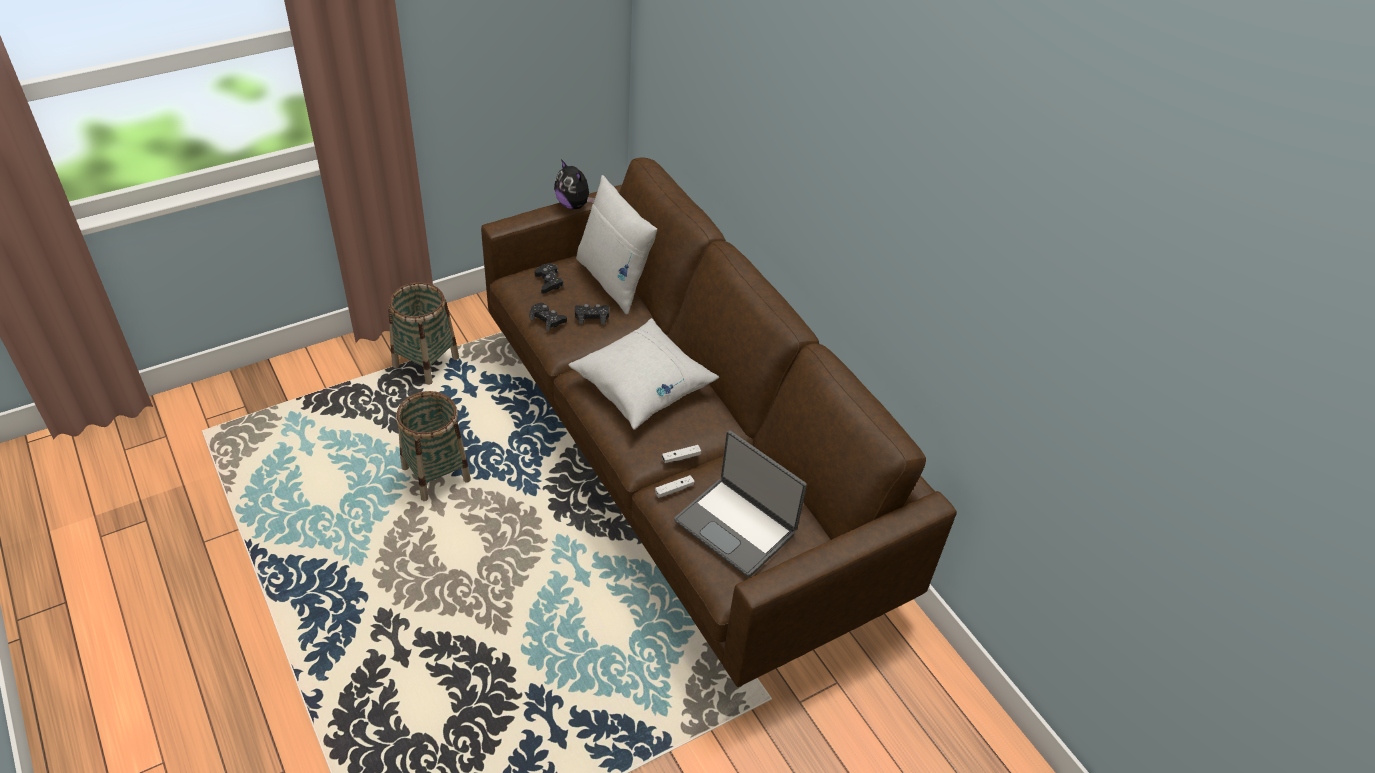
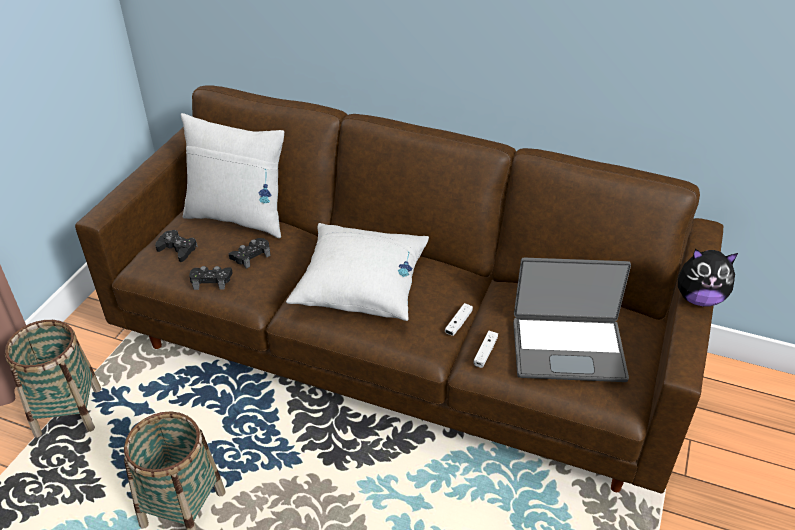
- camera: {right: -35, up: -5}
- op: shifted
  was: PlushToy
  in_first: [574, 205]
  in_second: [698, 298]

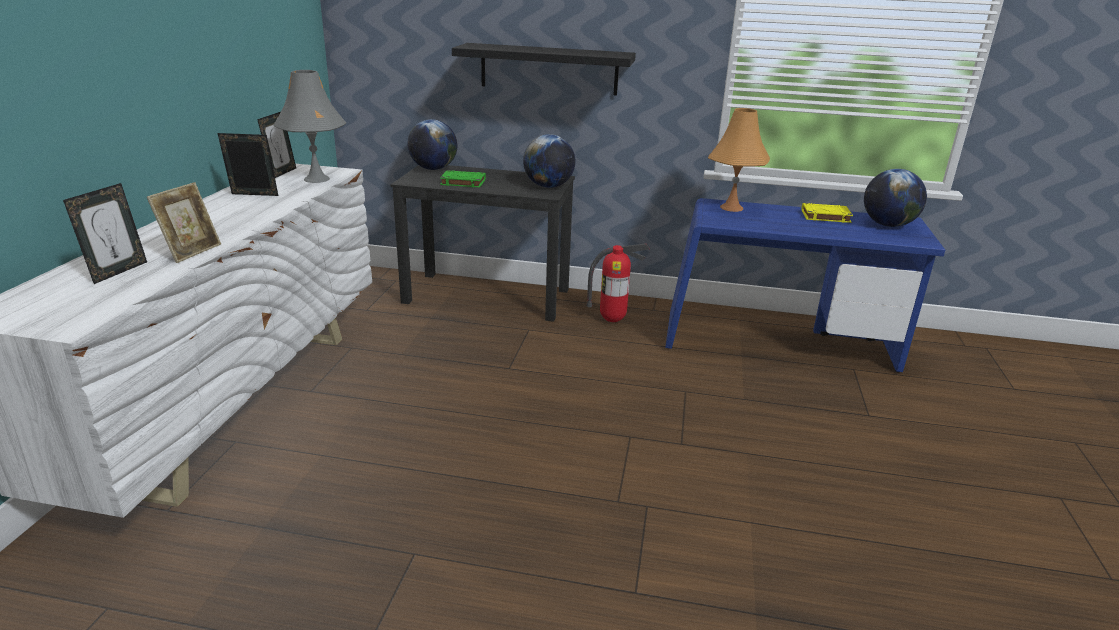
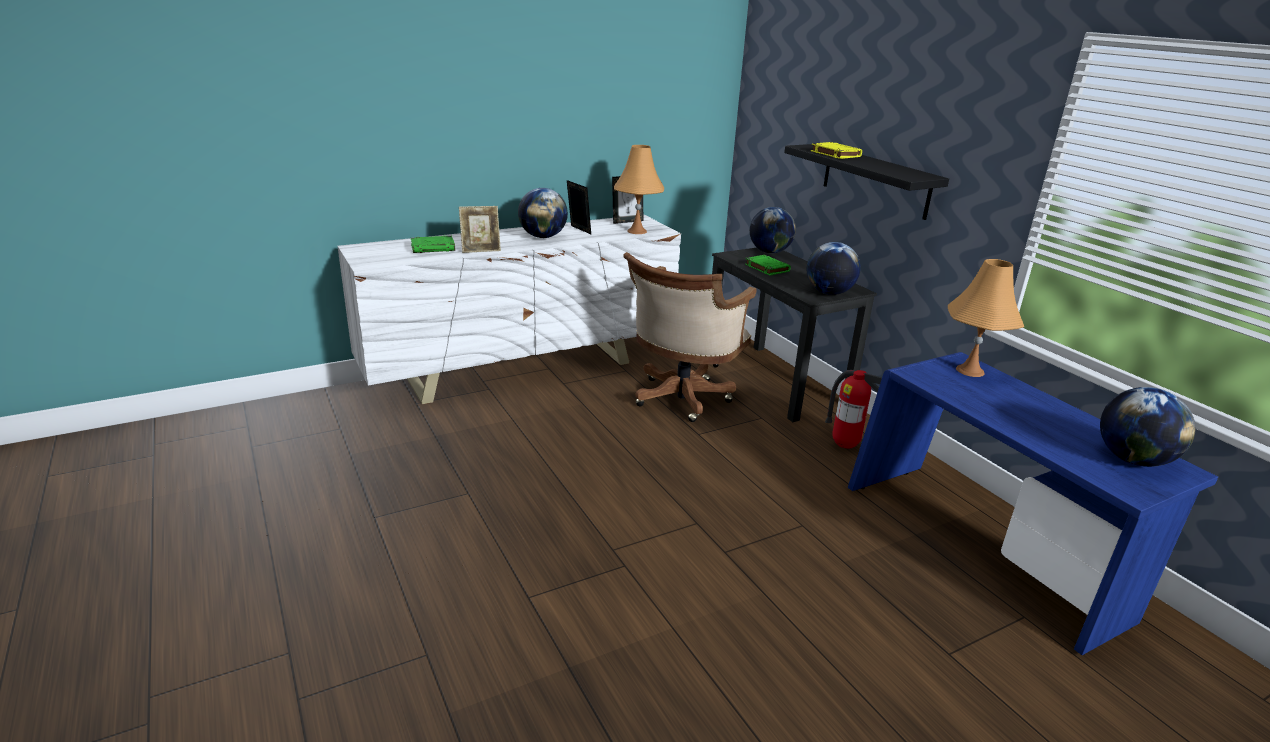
- camera: {right: 50, up: 0}
- op: new
  now: Globe
  in_second: [543, 237]
- op: new
  now: OfficeChair
  in_second: [680, 400]
- op: shifted
  was: YellowBook
  in_first: [825, 216]
  in_second: [834, 154]
- op: swapped
  was: PictureFrame
  now: GreenBook
  in_first: [117, 272]
  in_second: [433, 248]
- op: repainted
  was: GreyTableLamp
  now: OrangeTableLamp
  in_first: [316, 179]
  in_second: [636, 231]

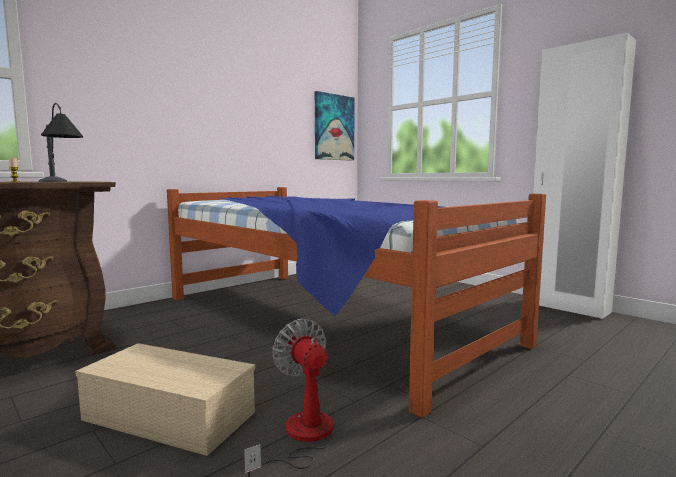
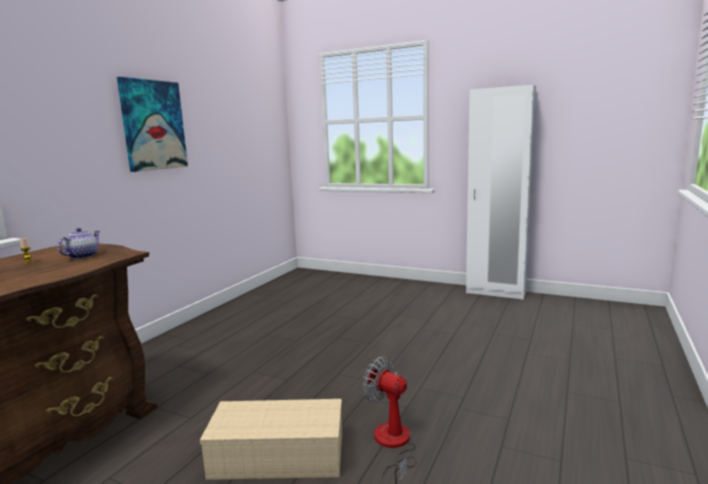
- camera: {right: -20, up: 5}
- op: gone
  was: Bed
  in_first: [323, 319]
- op: shifted
  was: Picture
  in_first: [334, 127]
  in_second: [153, 125]
- op: swapped
  was: TableLamp
  now: Teapot
  in_first: [61, 181]
  in_second: [83, 256]

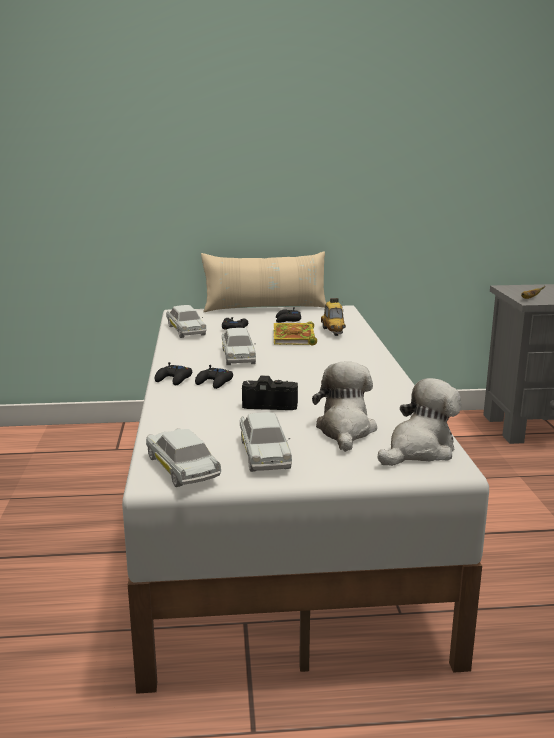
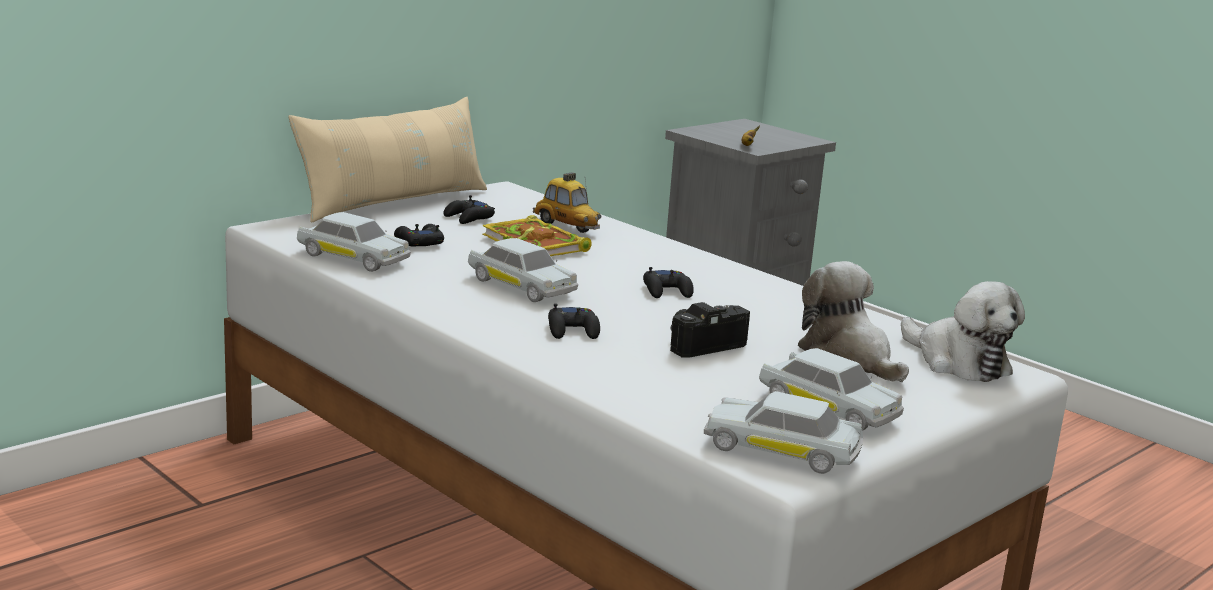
- camera: {right: -40, up: 0}
- op: shifted
  was: BlackGameController
  in_first: [174, 379]
  in_second: [667, 291]
- op: rotated
  was: PlushToy
  in_first: [419, 450]
  in_second: [957, 362]
  clockwise: 135

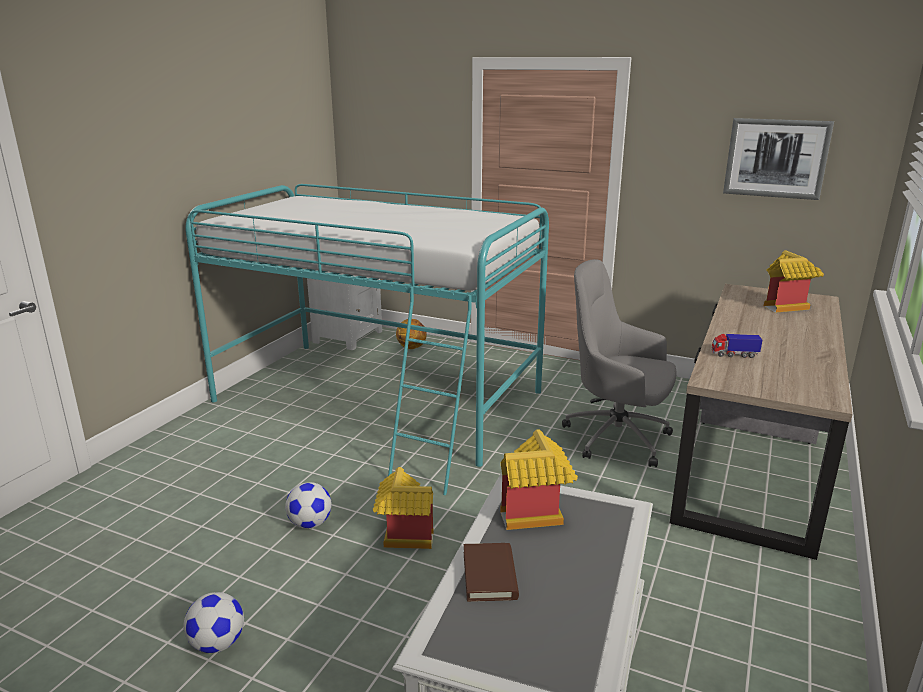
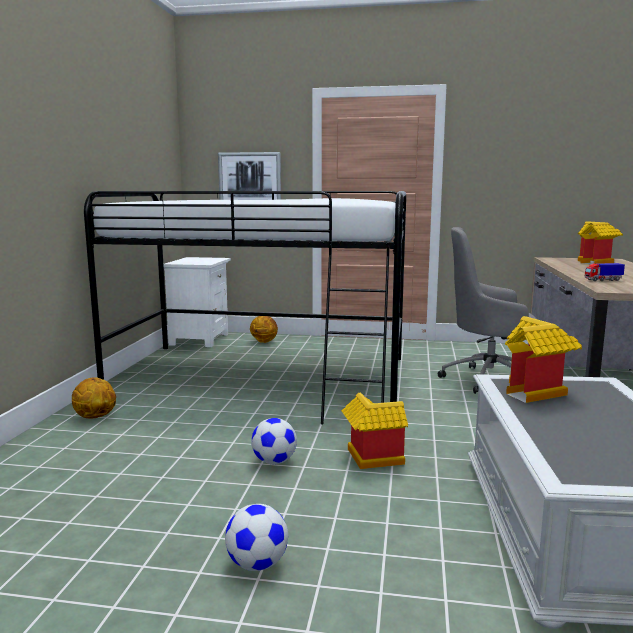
- camera: {right: -15, up: -10}
- op: gone
  was: BrownBook
  in_first: [490, 575]
- op: new
  now: Basketball
  in_second: [95, 417]
- op: shifted
  was: Picture
  in_first: [776, 158]
  in_second: [249, 179]
- op: repainted
  was: TurquoiseBed
  now: BlackBed
  in_first: [379, 399]
  in_second: [264, 374]

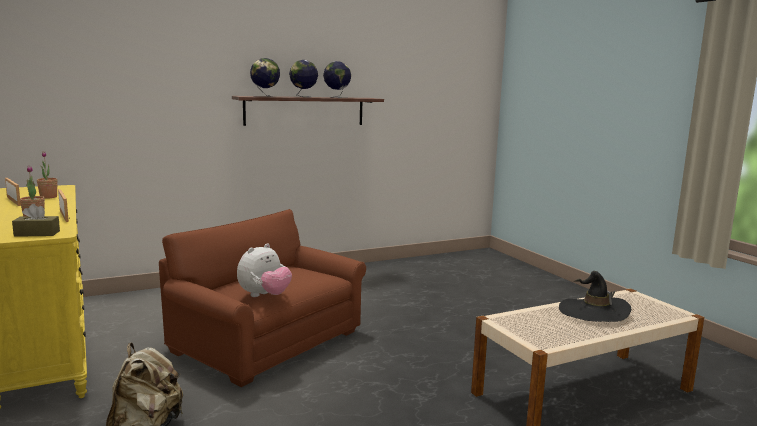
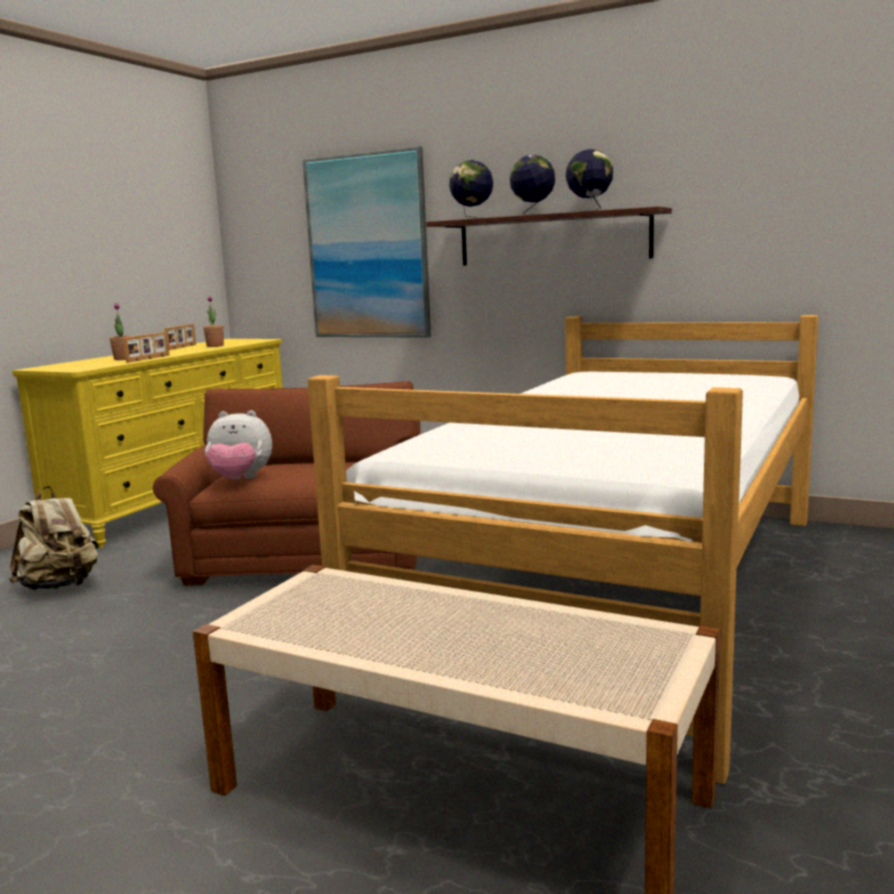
- camera: {right: 55, up: 0}
- op: gone
  was: BrownTissueBox
  in_first: [37, 233]
- op: gone
  was: BlackHat
  in_first: [593, 312]
- op: new
  now: Picture
  in_second: [367, 247]
- op: new
  now: Bed
  in_second: [621, 589]

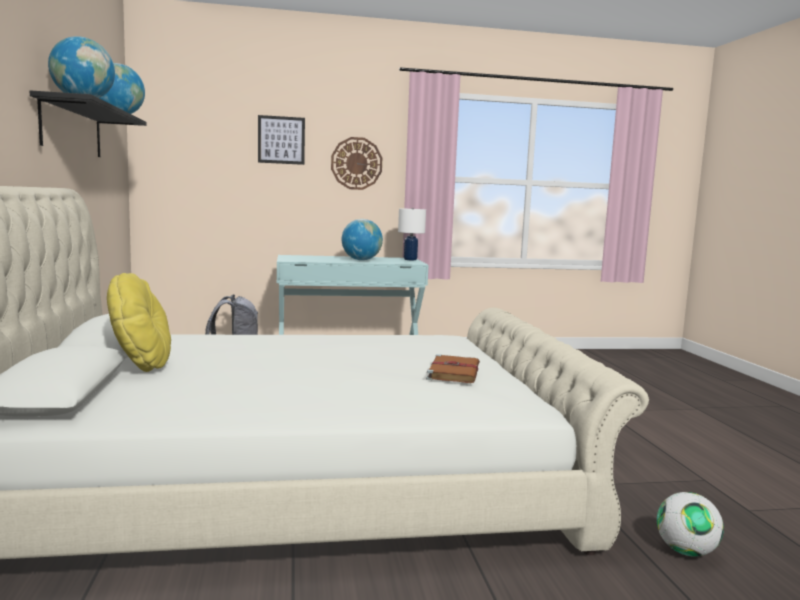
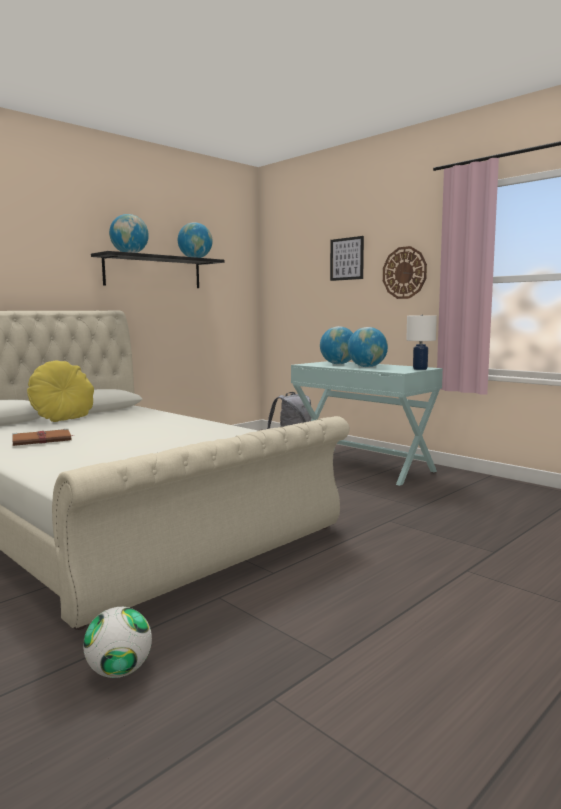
- camera: {right: 55, up: 0}
- op: new
  now: Globe
  in_second: [338, 364]
- op: shifted
  was: BrownBook
  in_first: [453, 372]
  in_second: [43, 440]

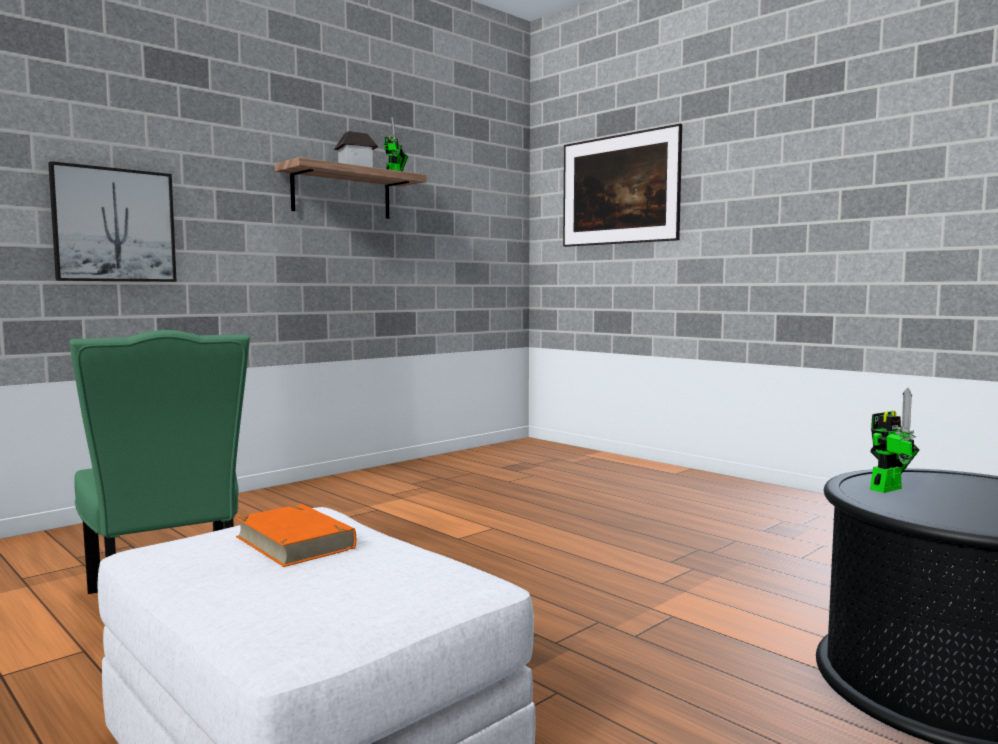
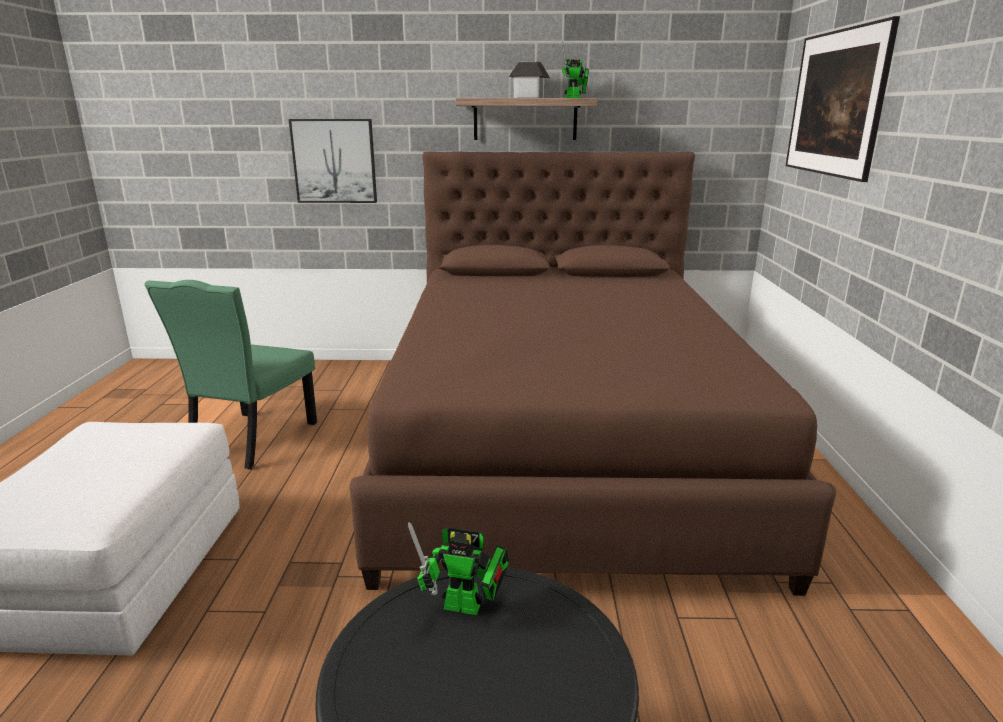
- camera: {right: 45, up: 15}
- op: gone
  was: OrangeBook
  in_first: [295, 542]
- op: new
  now: BrownBed
  in_second: [563, 442]

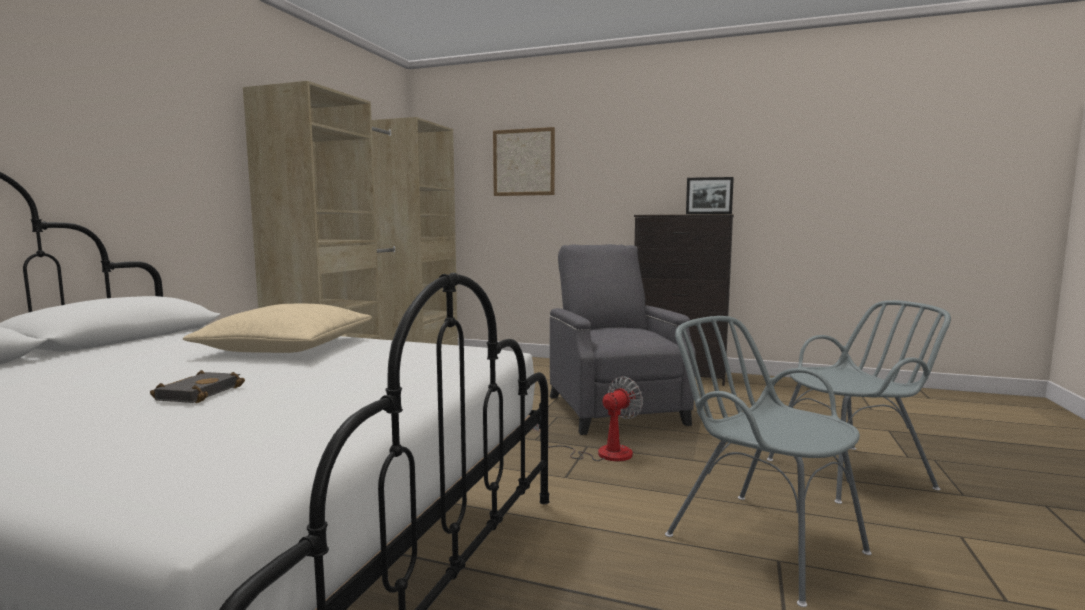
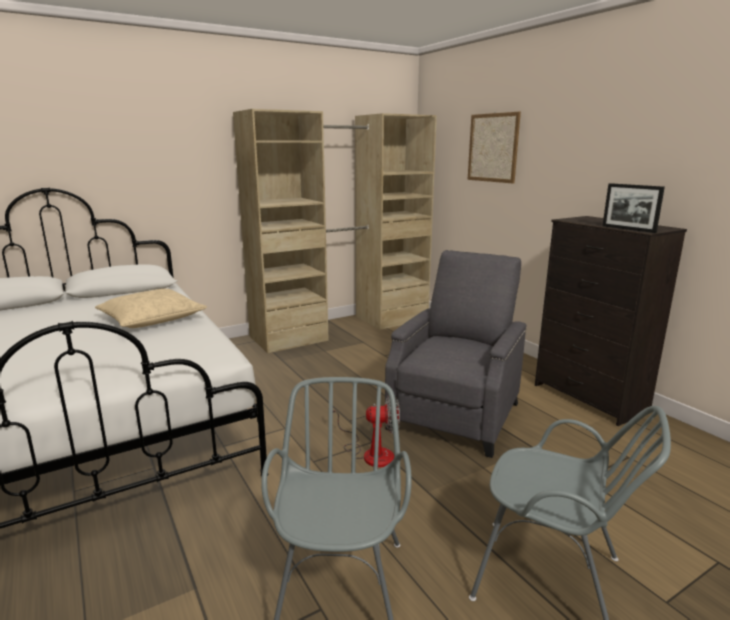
- camera: {right: 40, up: 10}
- op: gone
  was: BlackBook
  in_first: [198, 392]

